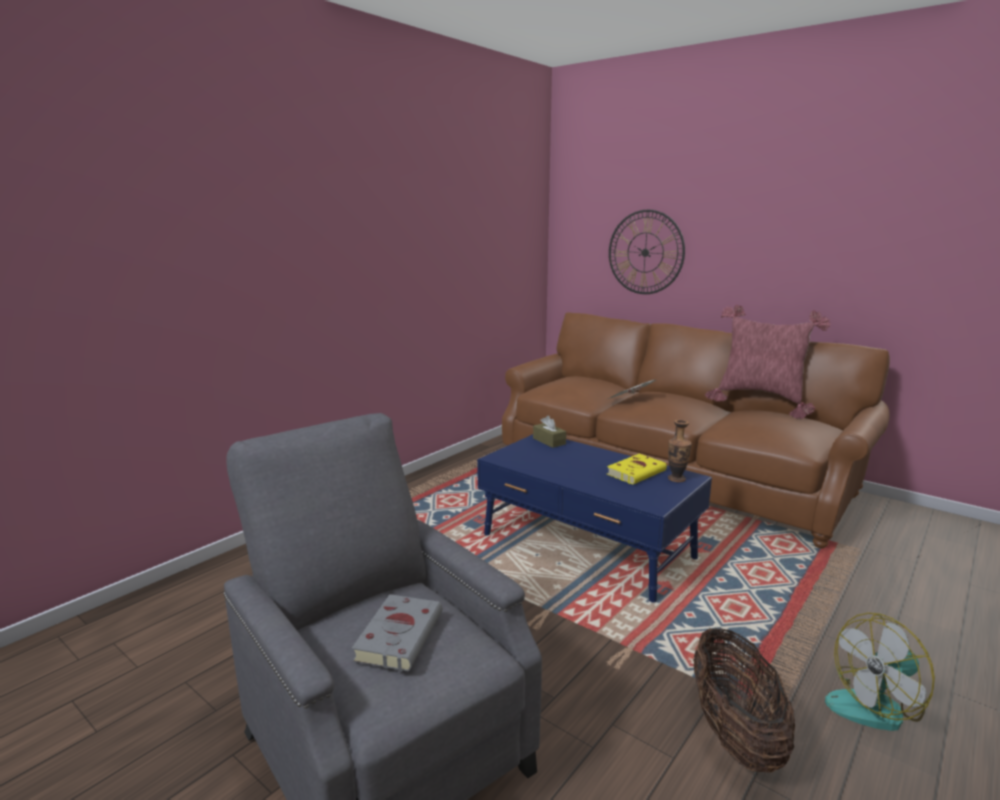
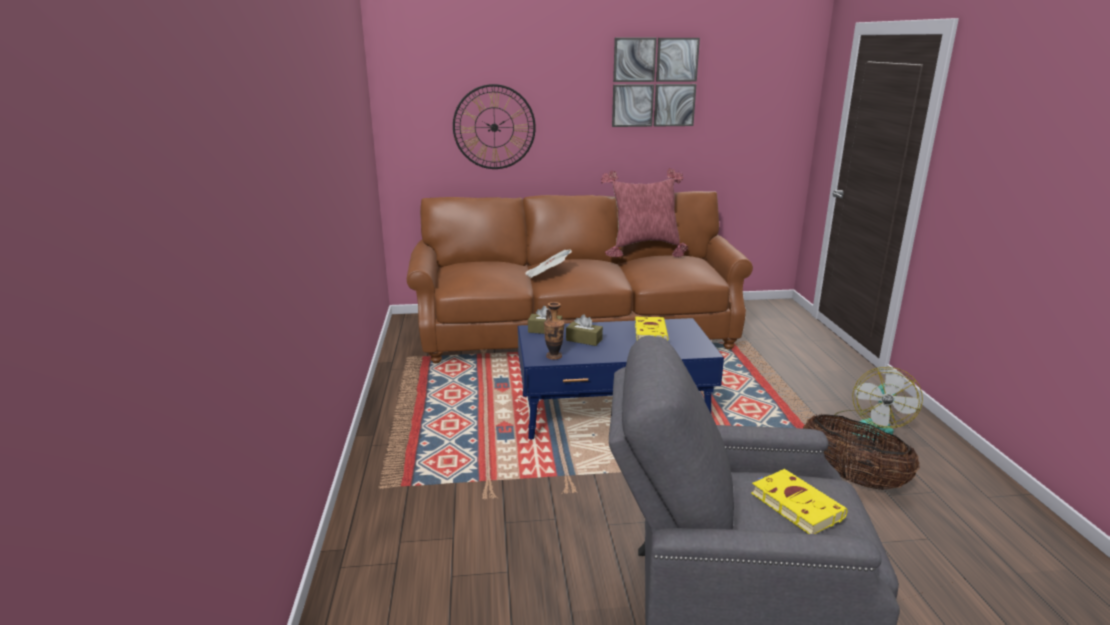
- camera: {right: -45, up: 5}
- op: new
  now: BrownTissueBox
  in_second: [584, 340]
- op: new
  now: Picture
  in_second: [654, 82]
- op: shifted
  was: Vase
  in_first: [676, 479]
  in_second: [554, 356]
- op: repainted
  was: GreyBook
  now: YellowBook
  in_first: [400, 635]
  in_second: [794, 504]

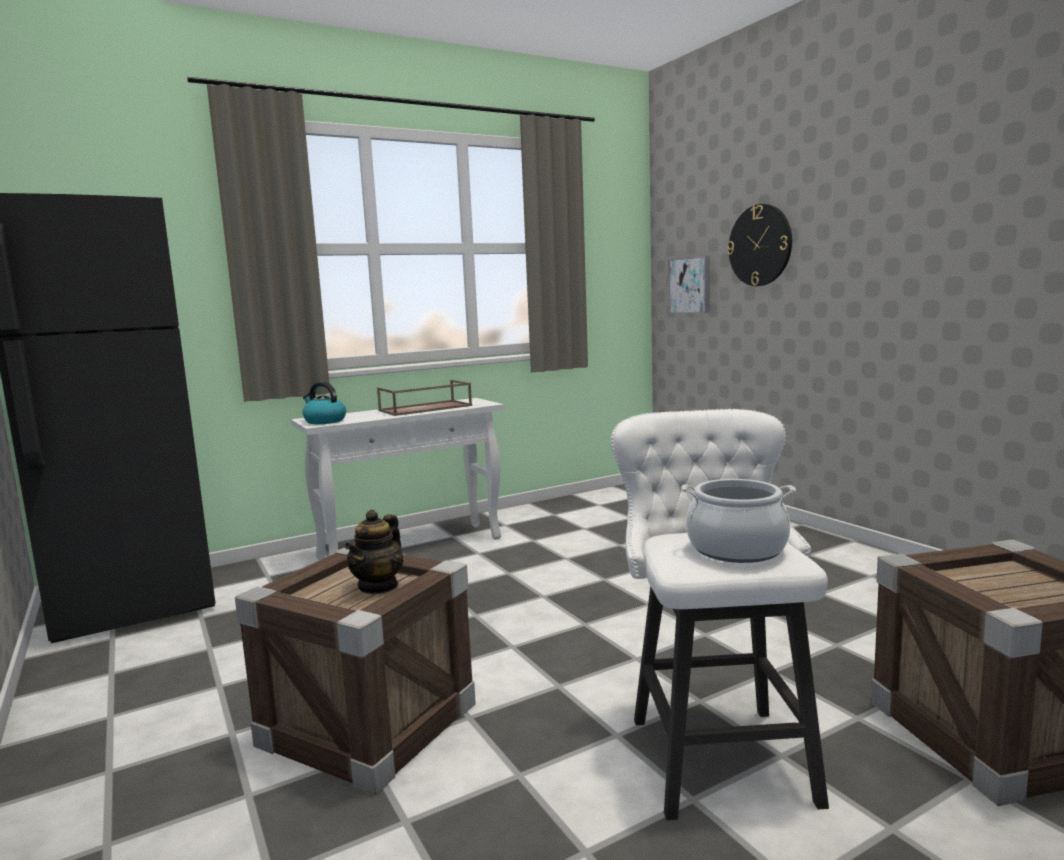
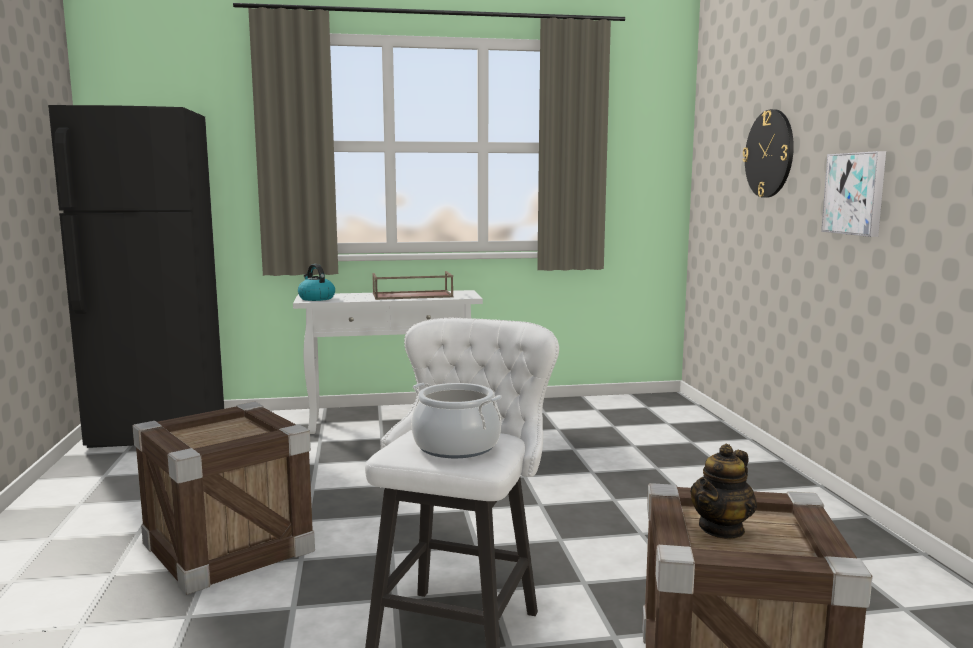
- camera: {right: 20, up: 0}
- op: shifted
  was: Teapot
  in_first: [378, 586]
  in_second: [722, 529]
- op: shifted
  was: Picture
  in_first: [690, 285]
  in_second: [855, 193]

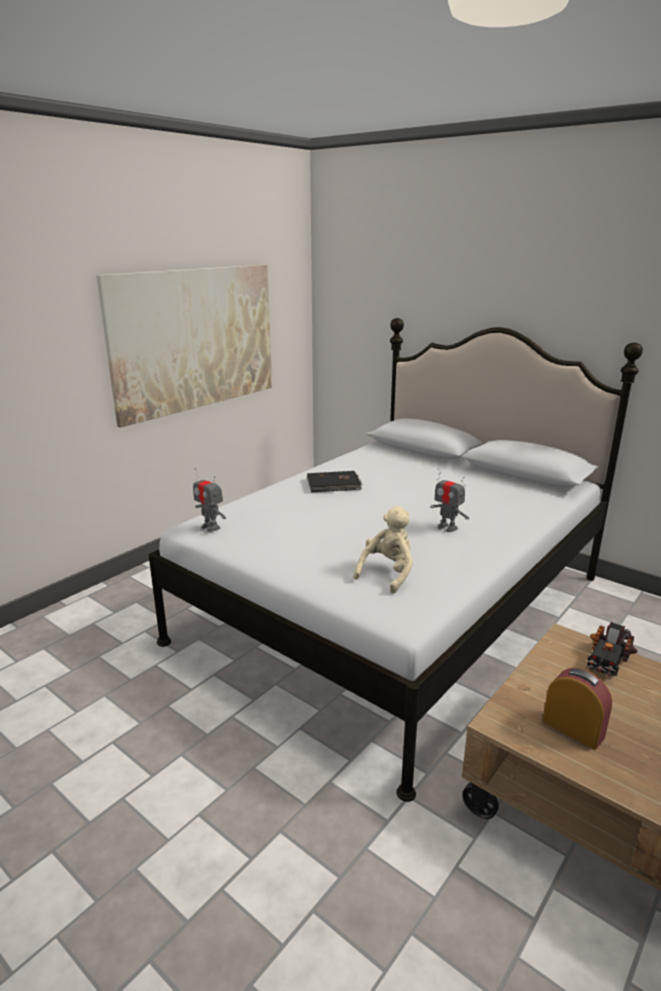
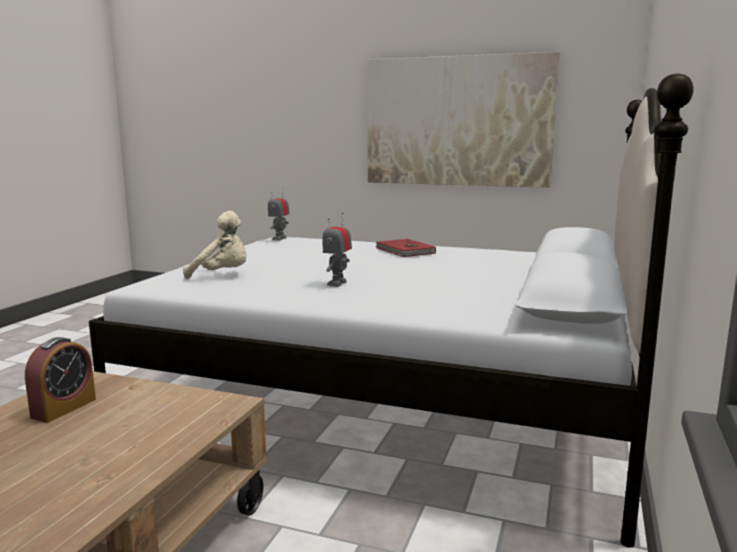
- camera: {right: 70, up: -10}
- op: gone
  was: ToyTruck
  in_first: [606, 660]
- op: repainted
  was: BlackBook
  now: RedBook
  in_first: [334, 484]
  in_second: [404, 251]

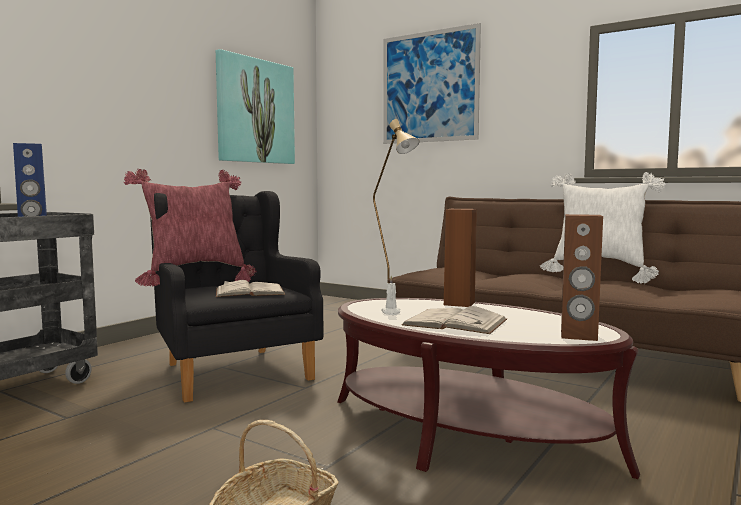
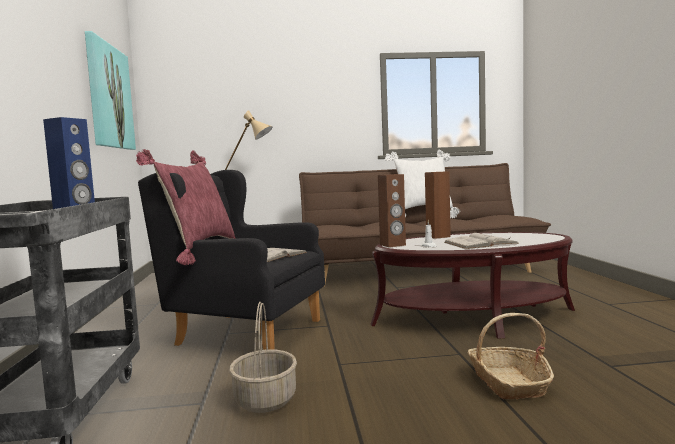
- camera: {right: -40, up: 0}
- op: gone
  was: Picture
  in_first: [429, 87]
- op: new
  now: Basket
  in_second: [265, 399]
- op: shifted
  was: BrownSpeaker
  in_first: [578, 336]
  in_second: [393, 245]

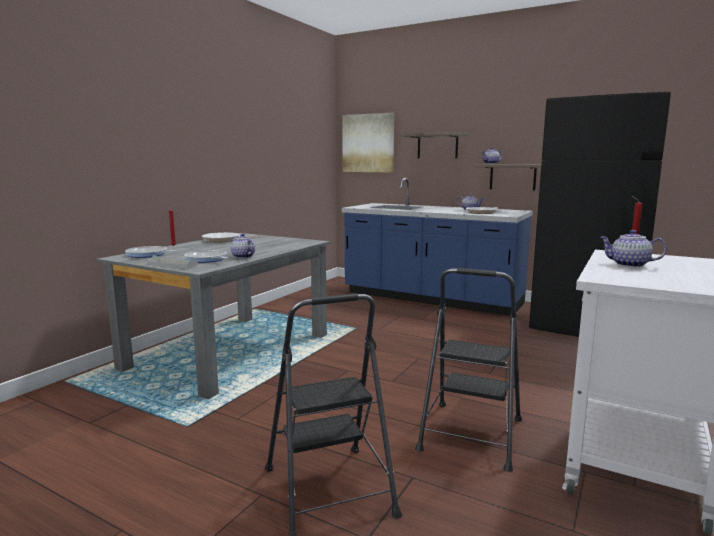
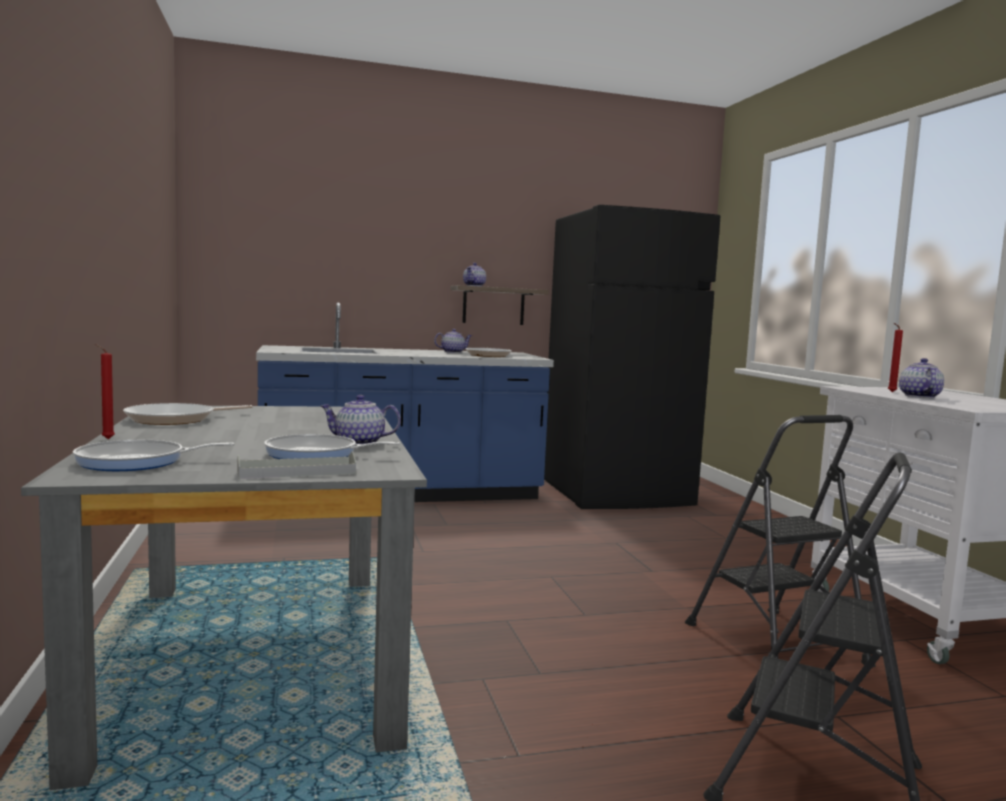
- camera: {right: -45, up: -5}
- op: gone
  was: Picture
  in_first: [368, 143]
- op: gone
  was: Shelf
  in_first: [437, 146]
- op: rotated
  was: Teapot
  in_first: [629, 265]
  in_second: [918, 396]
  clockwise: 120

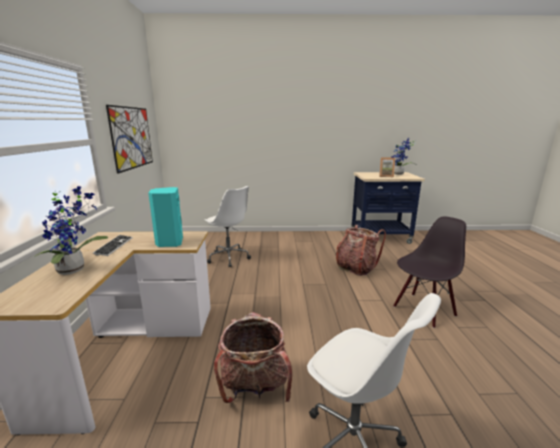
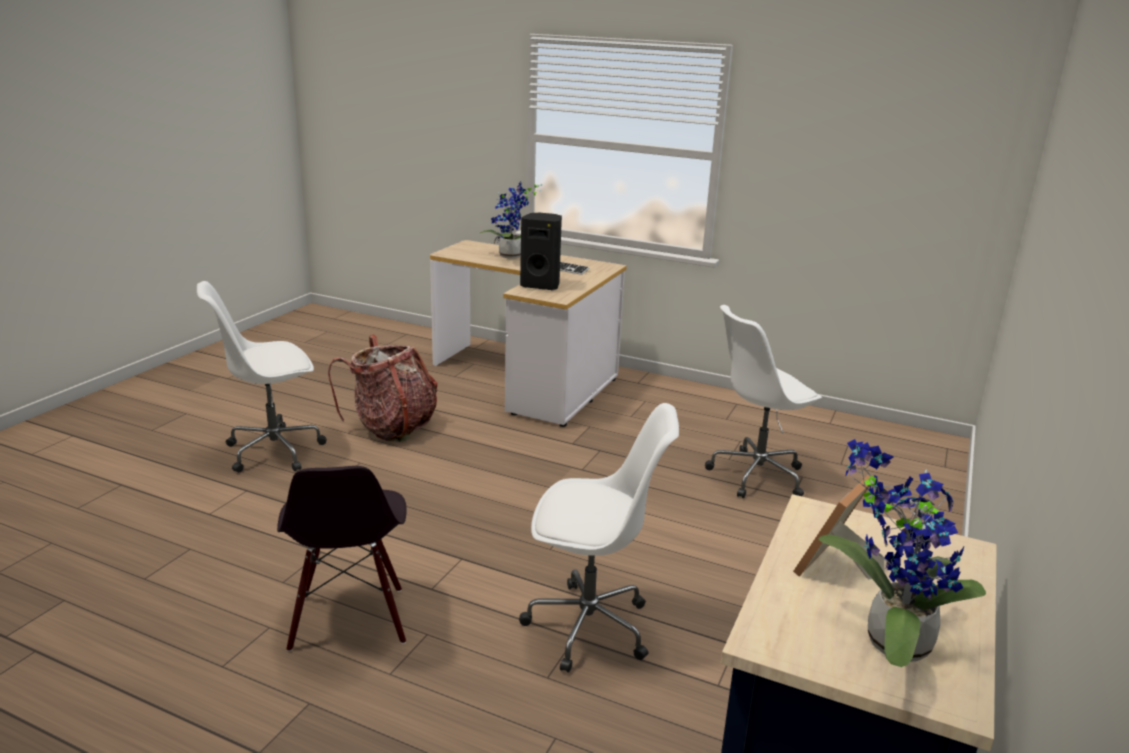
- camera: {right: 115, up: 5}
- op: gone
  was: Picture
  in_first: [132, 137]
- op: swapped
  was: Backpack
  now: WhiteOfficeChair
  in_first: [356, 268]
  in_second: [591, 627]
- op: repainted
  was: TurquoiseSpeaker
  now: BlackSpeaker
  in_first: [169, 243]
  in_second: [541, 285]

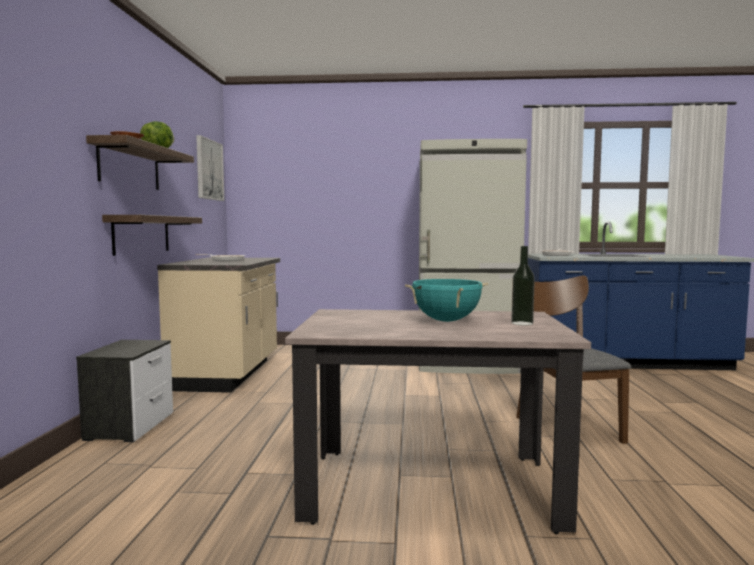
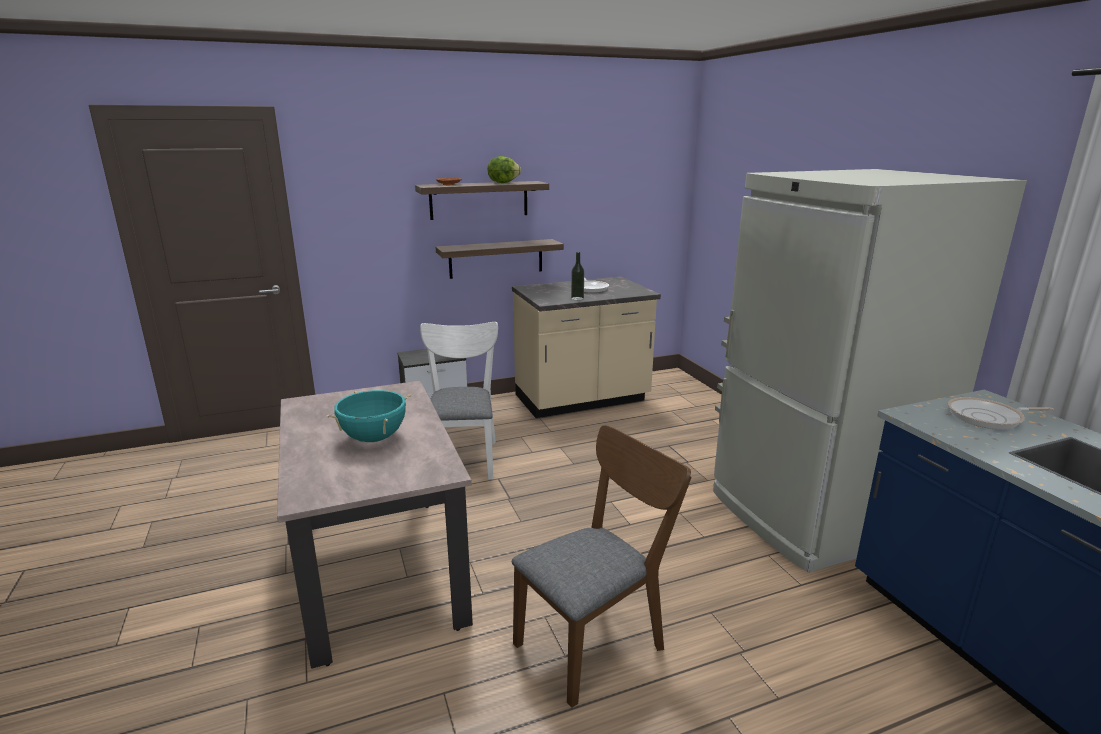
- camera: {right: 65, up: 15}
- op: gone
  was: Picture
  in_first: [209, 170]
- op: new
  now: WhiteChair
  in_second: [463, 456]
- op: shifted
  was: Bottle
  in_first: [522, 323]
  in_second: [577, 298]

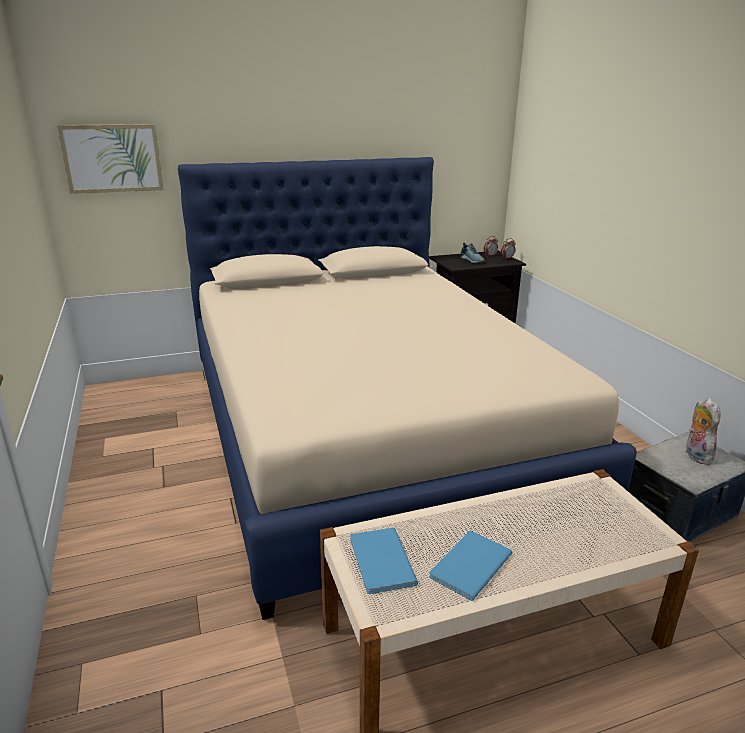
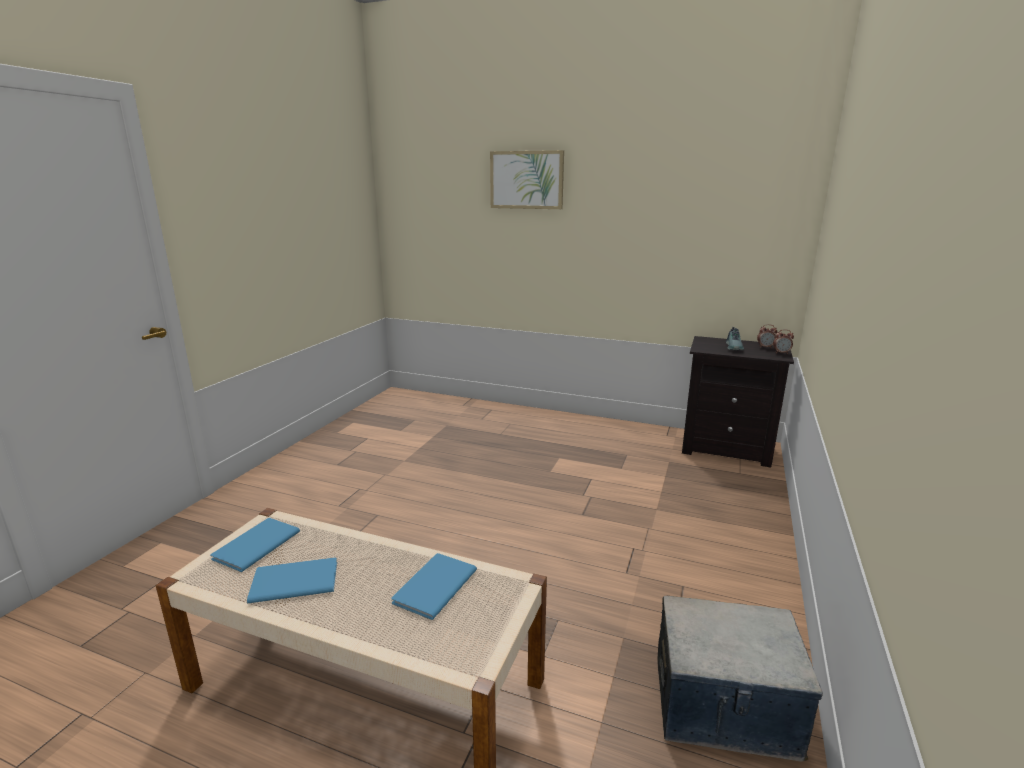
- camera: {right: 40, up: -5}
- op: gone
  was: BeigeBed
  in_first: [366, 435]
- op: gone
  was: PlushToy
  in_first: [695, 455]
- op: new
  now: BlueBook
  in_second: [432, 587]
- op: shifted
  was: Picture
  in_first: [112, 158]
  in_second: [526, 180]

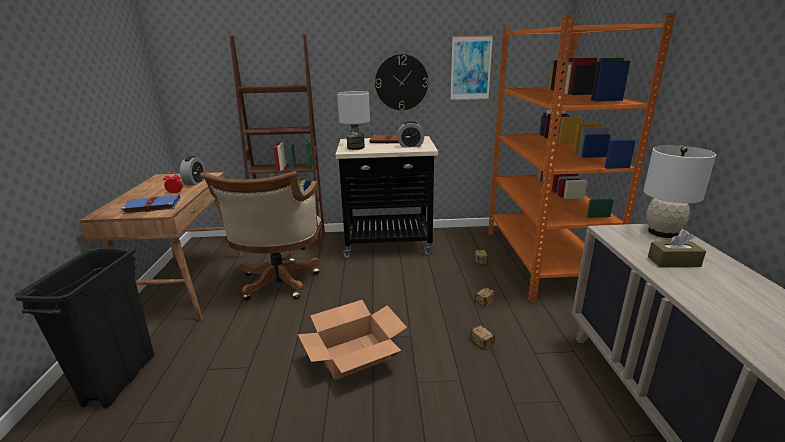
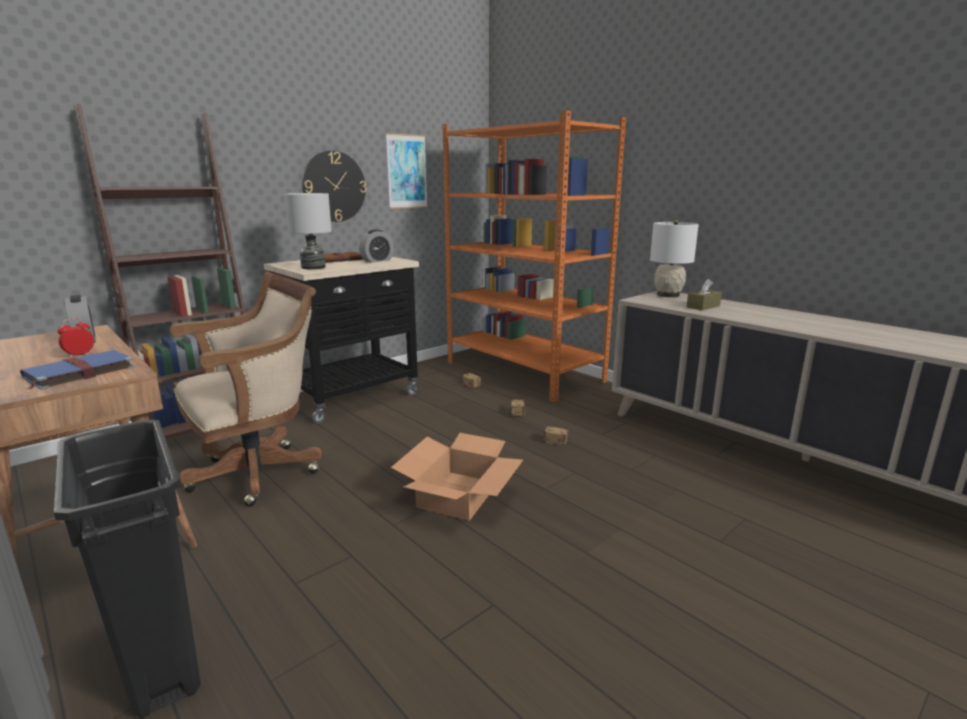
- camera: {right: -40, up: -5}
- op: rotated
  was: OfficeChair
  in_first: [279, 284]
  in_second: [261, 472]
  clockwise: -90

